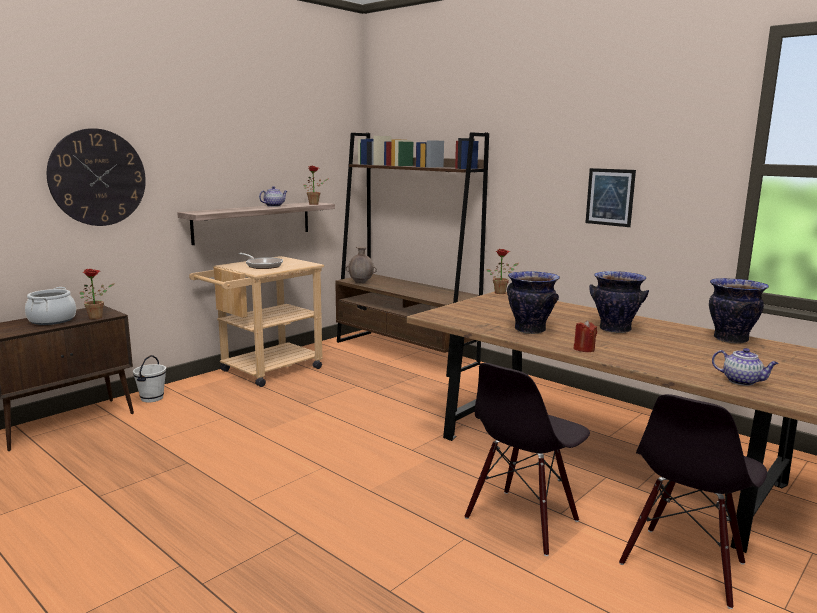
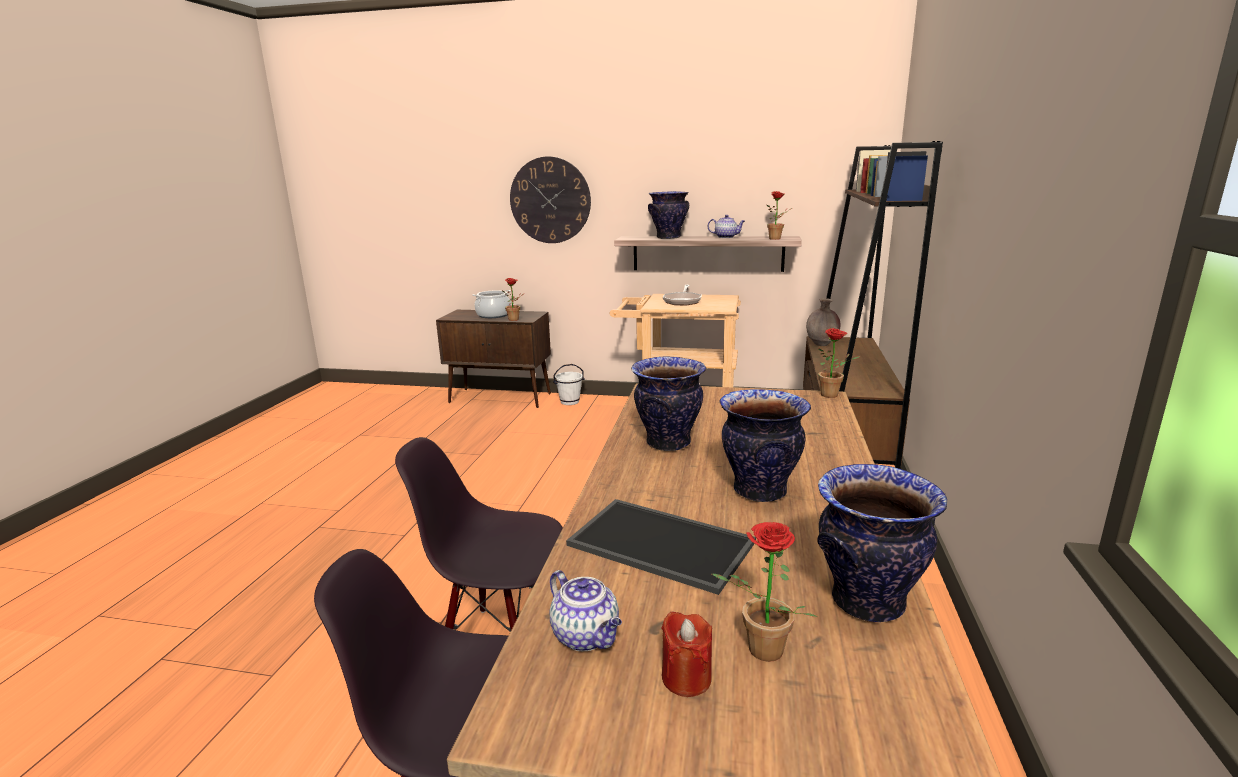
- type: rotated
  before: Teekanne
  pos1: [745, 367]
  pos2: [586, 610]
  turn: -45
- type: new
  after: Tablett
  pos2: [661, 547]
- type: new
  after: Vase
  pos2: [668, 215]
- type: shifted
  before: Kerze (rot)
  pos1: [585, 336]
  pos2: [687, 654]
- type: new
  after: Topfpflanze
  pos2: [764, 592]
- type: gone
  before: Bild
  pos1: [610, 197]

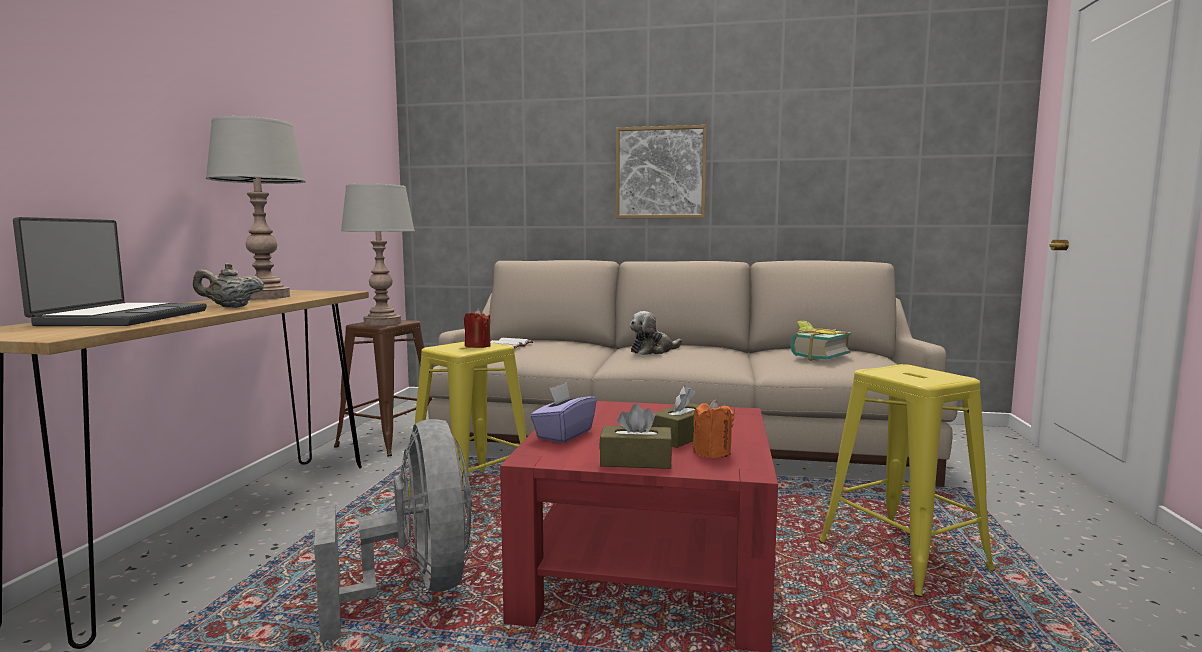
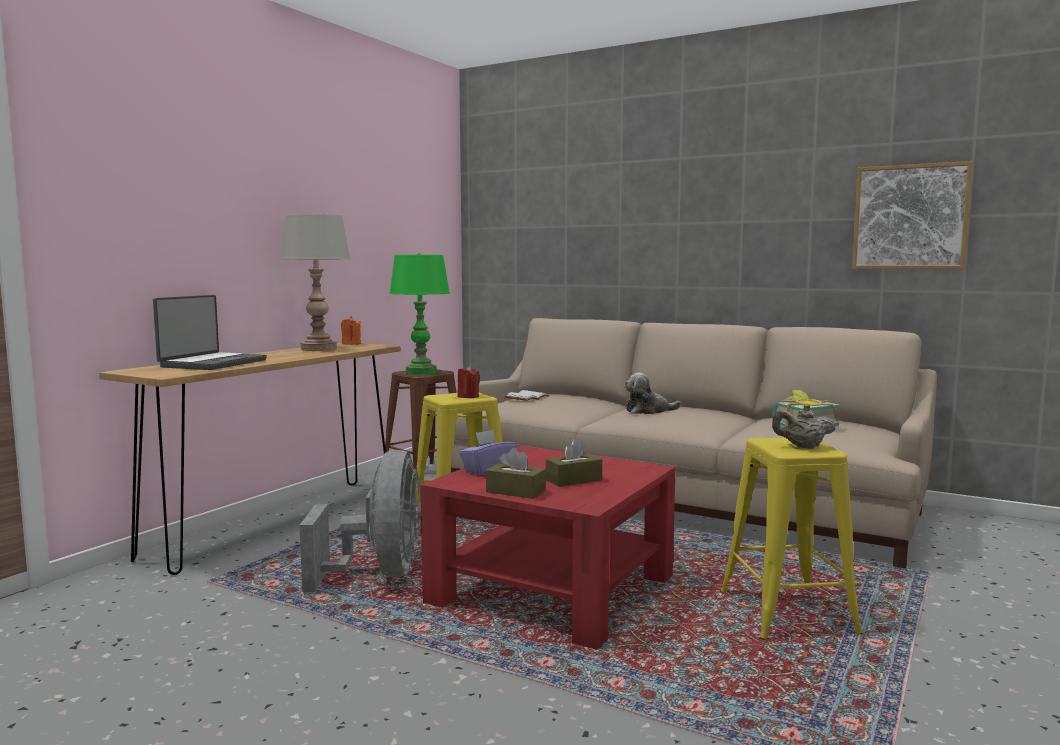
- type: shifted
  before: Kerze (orange)
  pos1: [713, 429]
  pos2: [351, 330]
- type: repainted
  before: Tischlampe (grau)
  after: Tischlampe (grün)
  pos1: [378, 255]
  pos2: [419, 313]
- type: shifted
  before: Teekanne (beige)
  pos1: [228, 285]
  pos2: [804, 426]
- type: shifted
  before: Bild
  pos1: [661, 171]
  pos2: [912, 215]

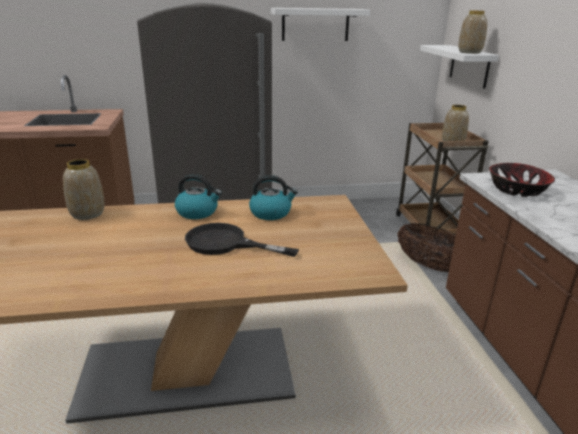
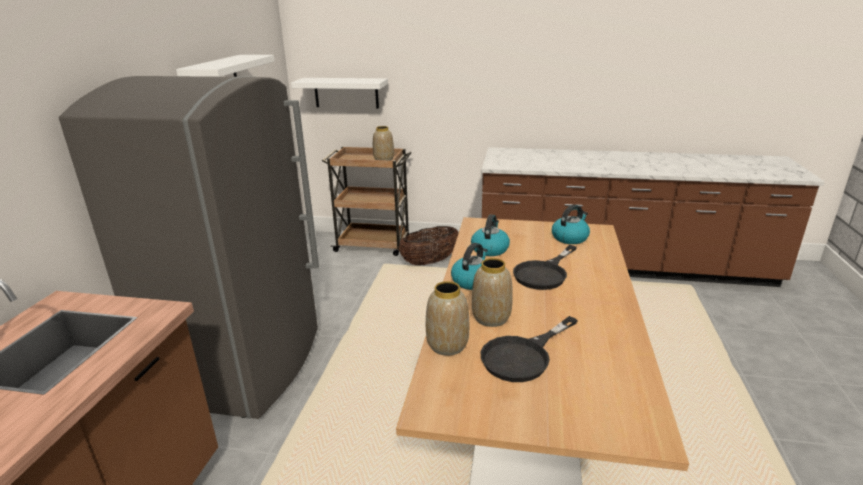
- type: shifted
  before: Vase
  pos1: [472, 32]
  pos2: [492, 292]
- type: new
  after: Pfanne (schwarz)
  pos2: [529, 349]
- type: new
  after: Wasserkessel
  pos2: [571, 224]
- type: gone
  before: Schüssel
  pos1: [522, 180]

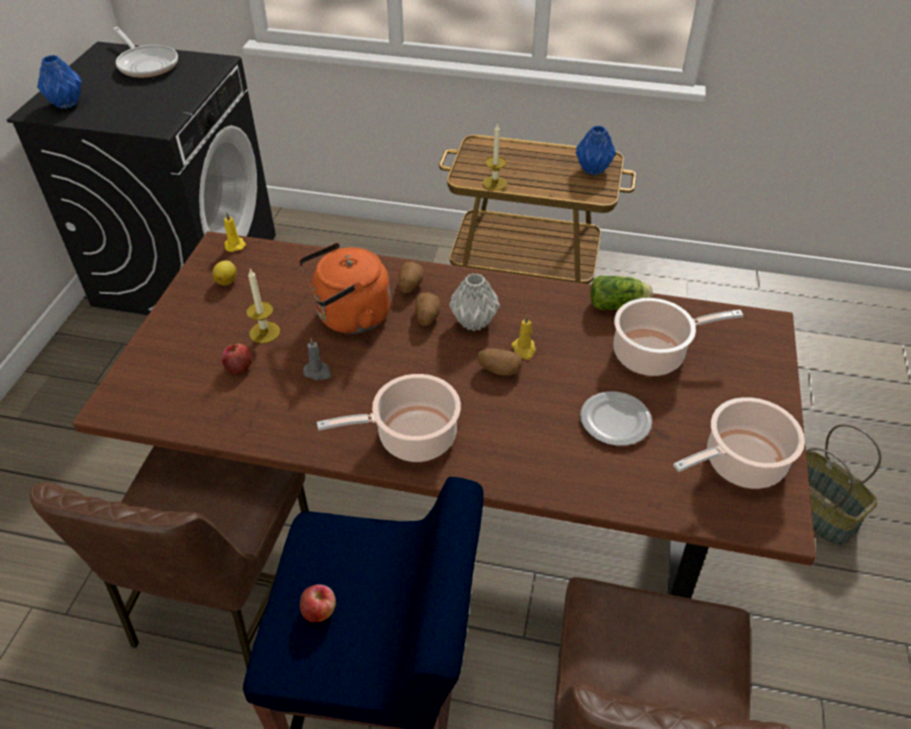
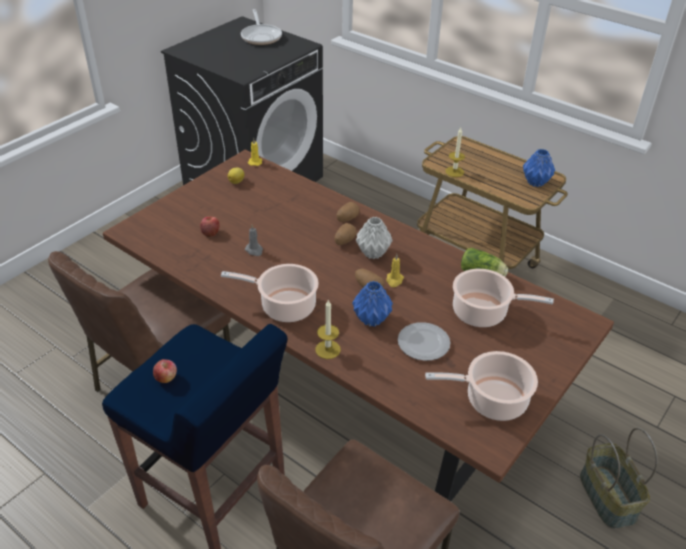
- type: shifted
  before: Kerze
  pos1: [263, 306]
  pos2: [328, 329]
- type: shifted
  before: Vase (blau)
  pos1: [59, 82]
  pos2: [372, 304]
- type: gone
  before: Wasserkessel (orange)
  pos1: [345, 288]

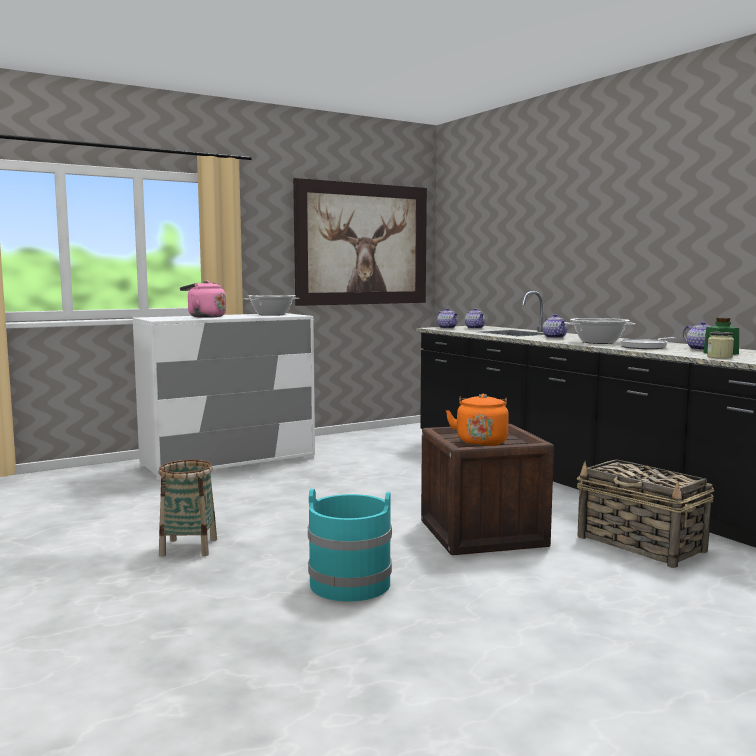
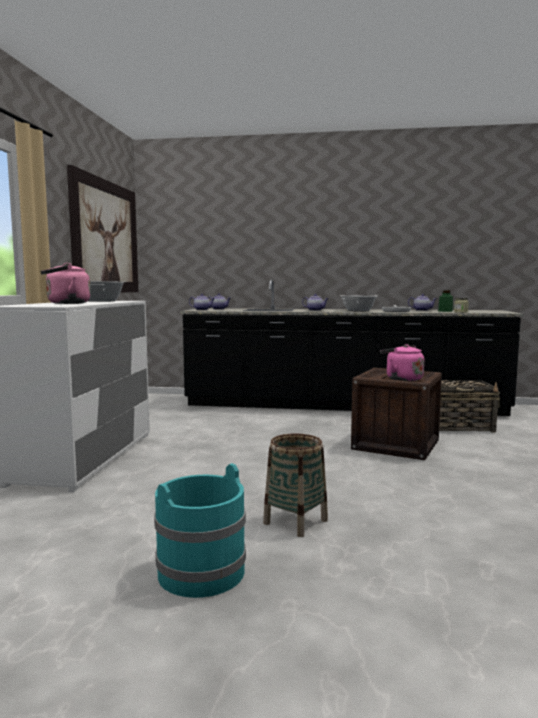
- type: shifted
  before: Eimer (türkis)
  pos1: [350, 545]
  pos2: [200, 530]
- type: repainted
  before: Wasserkessel (orange)
  after: Wasserkessel (rosa)
  pos1: [477, 420]
  pos2: [402, 362]

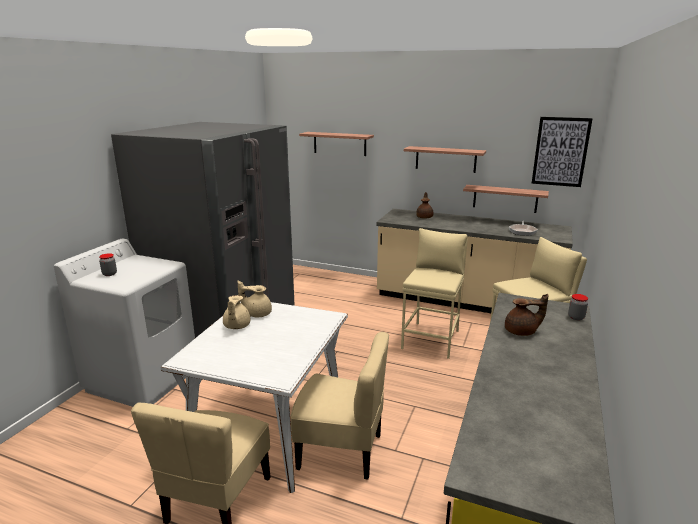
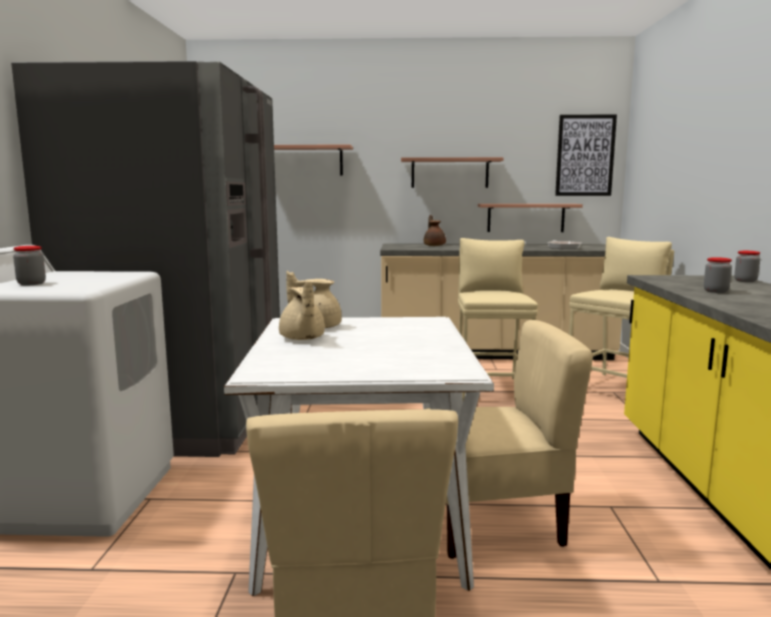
- type: swapped
  before: Teekanne (braun)
  after: Vorratsglas
  pos1: [527, 315]
  pos2: [718, 275]

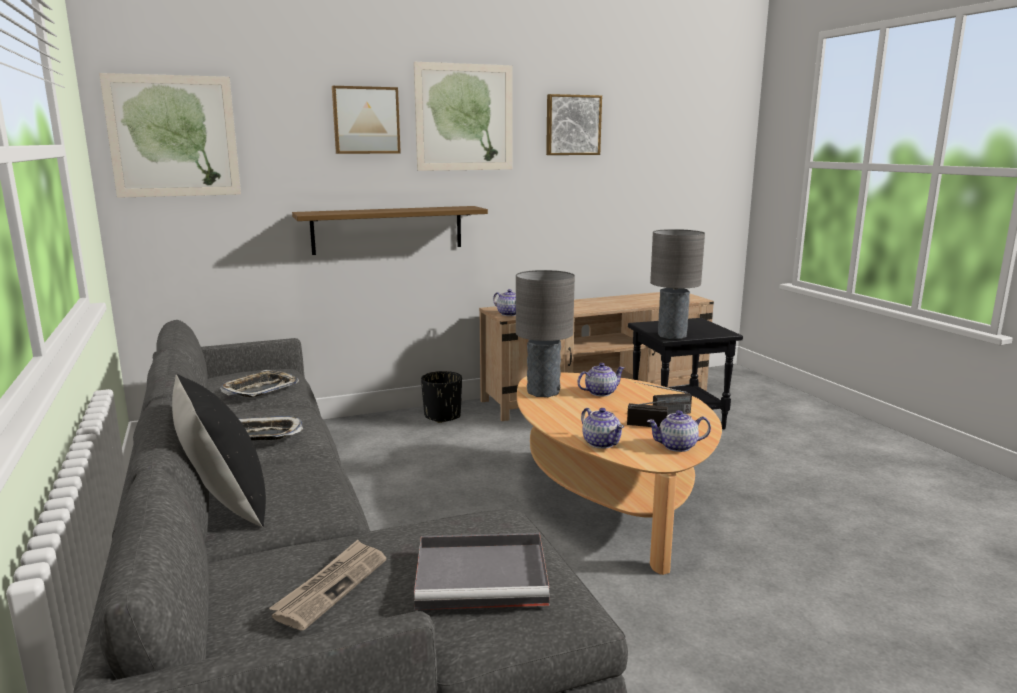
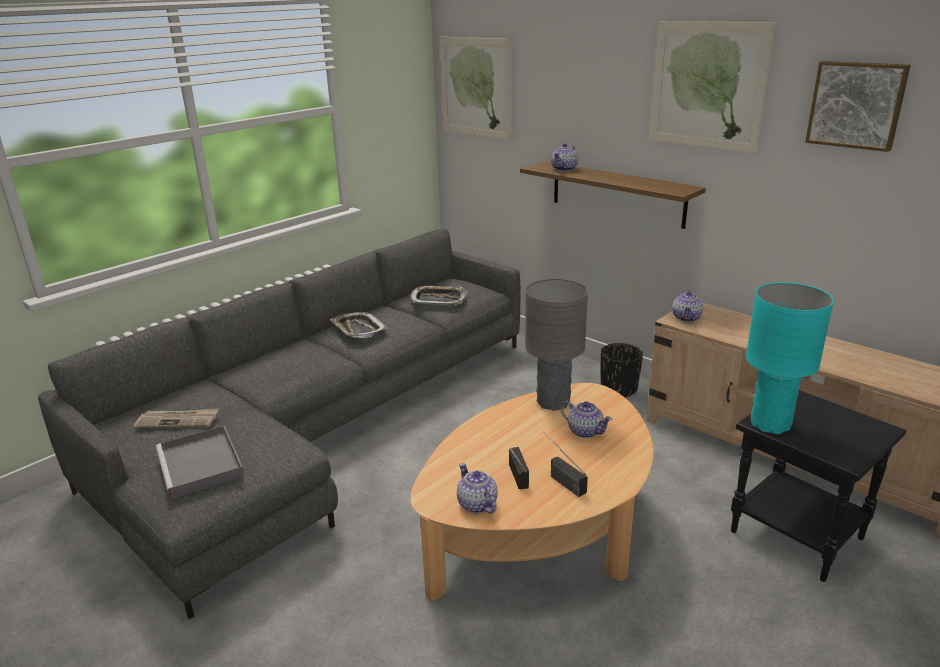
- type: shifted
  before: Teekanne
  pos1: [602, 428]
  pos2: [564, 157]
- type: repainted
  before: Tischlampe (grau)
  after: Tischlampe (türkis)
  pos1: [677, 284]
  pos2: [790, 358]
- type: gone
  before: Kissen (schwarz)
  pos1: [219, 450]
- type: gone
  before: Bild
  pos1: [366, 120]

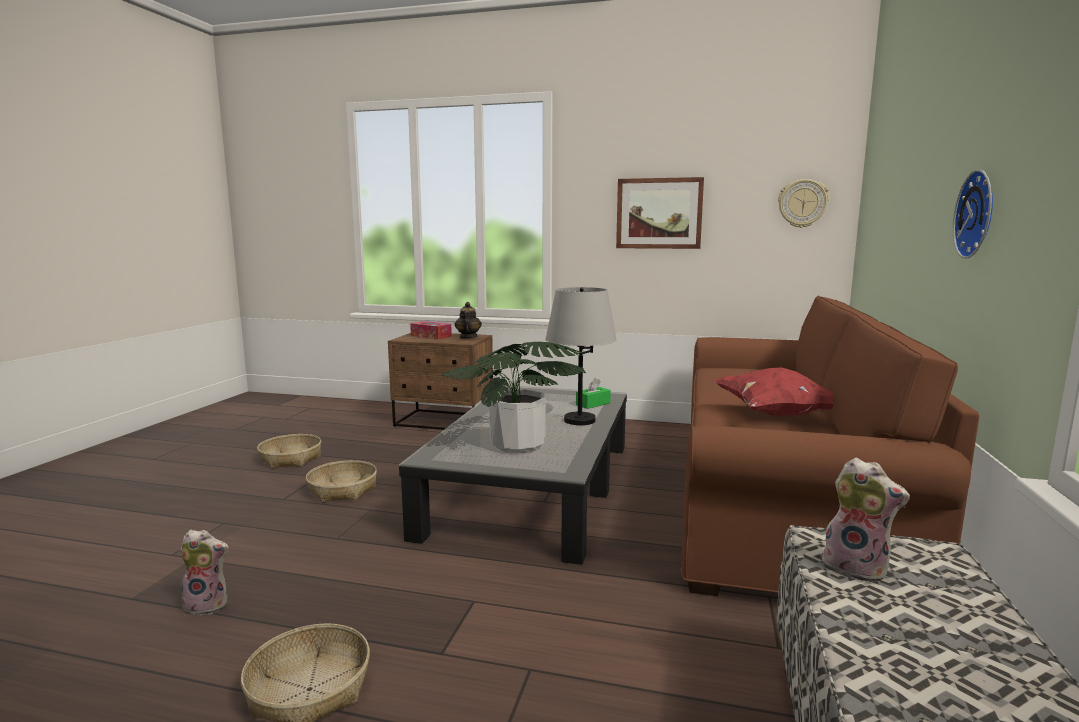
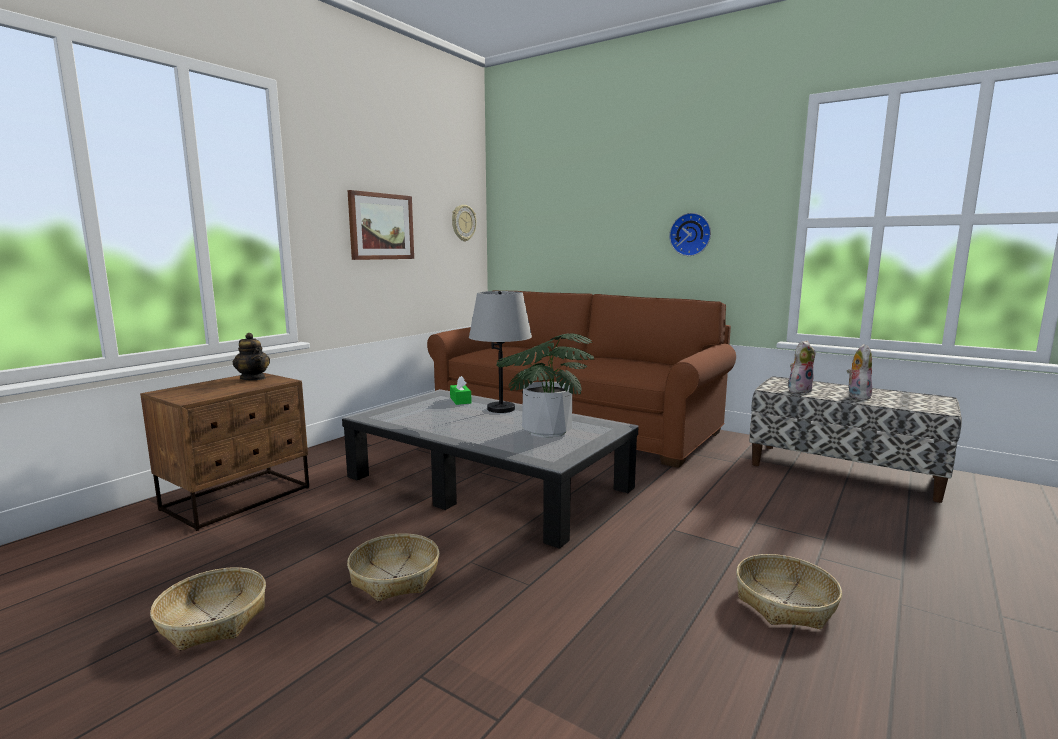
- type: rotated
  before: Teekanne
  pos1: [468, 320]
  pos2: [251, 356]
  turn: -150
- type: shifted
  before: Plüschtier
  pos1: [204, 573]
  pos2: [859, 372]
- type: gone
  before: Taschentuchbox
  pos1: [431, 330]
- type: gone
  before: Kissen (rot)
  pos1: [774, 391]

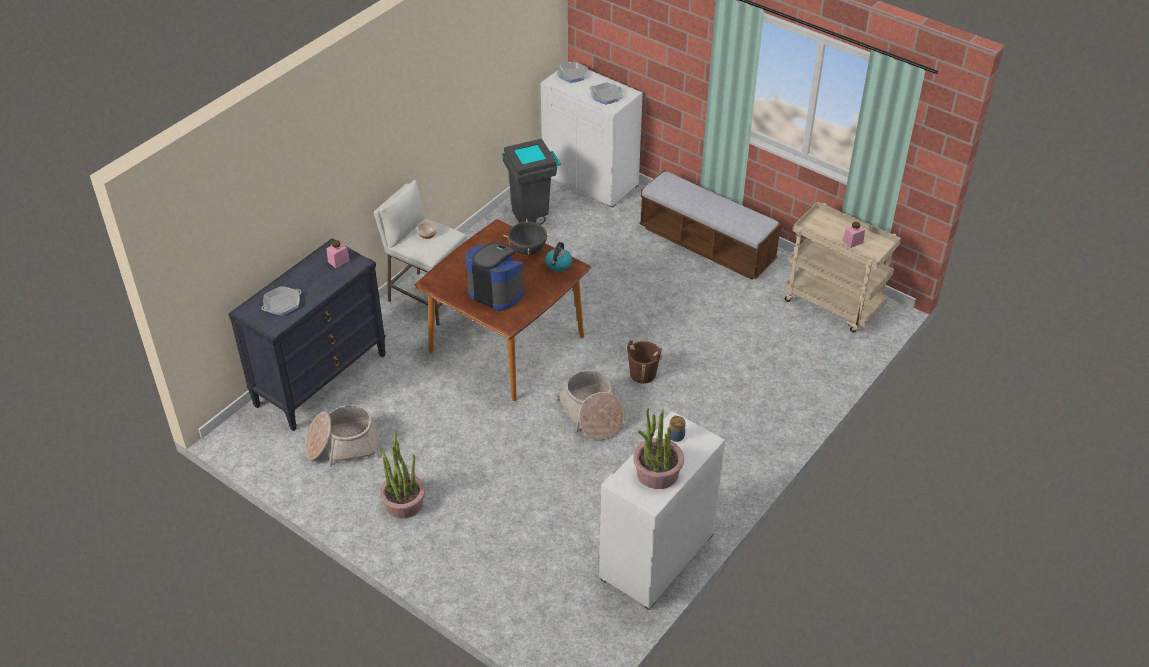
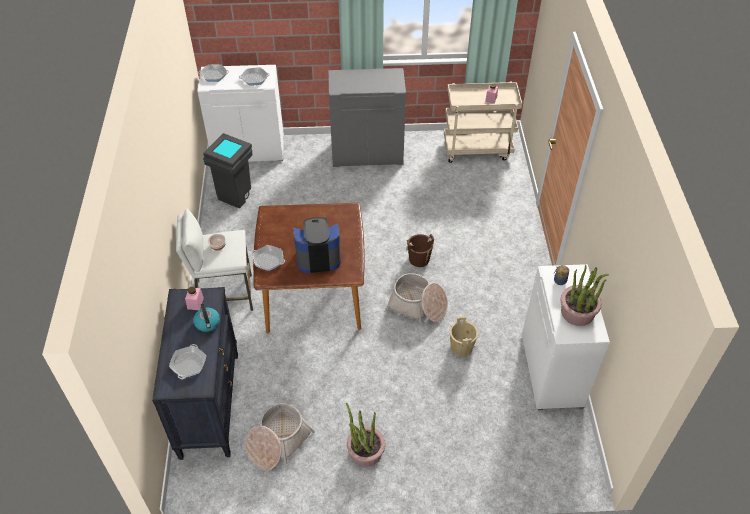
- type: shifted
  before: Wasserkessel
  pos1: [558, 257]
  pos2: [206, 318]
- type: new
  after: Pfanne
  pos2: [268, 258]
- type: swapped
  before: Bank
  after: Schrank (grau)
  pos1: [710, 225]
  pos2: [367, 117]
- type: new
  after: Eimer (beige)
  pos2: [464, 336]
- type: gone
  before: Kochtopf (schwarz)
  pos1: [528, 237]

